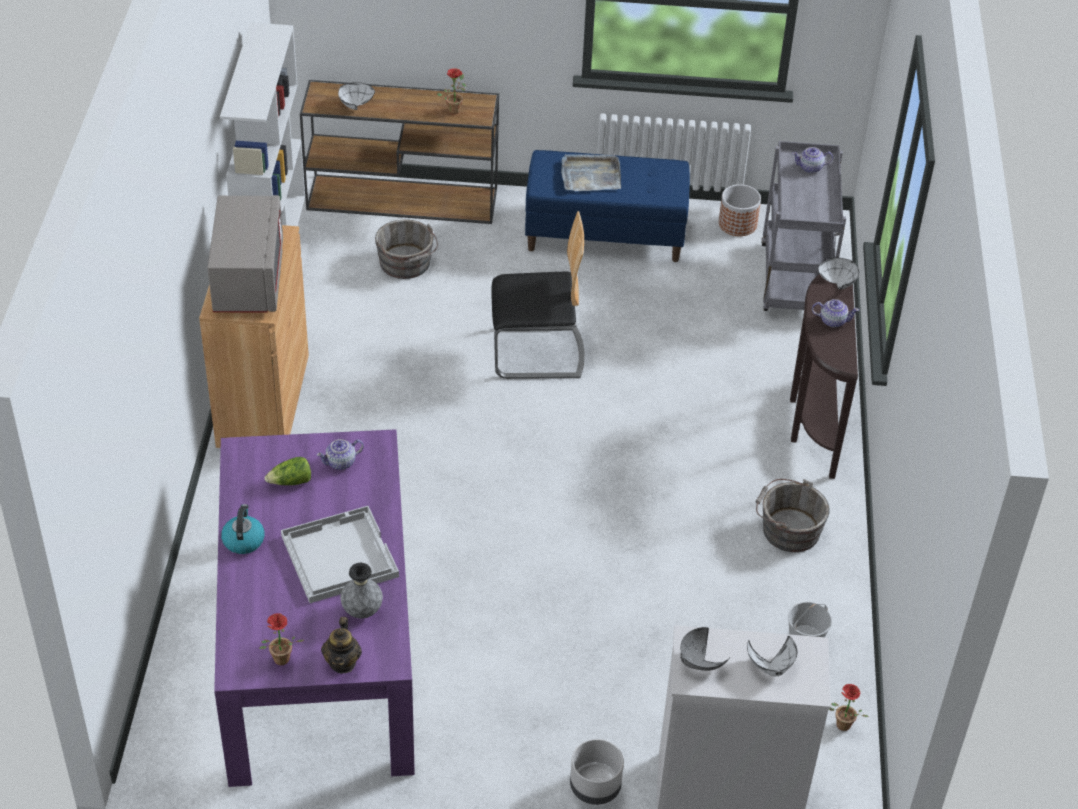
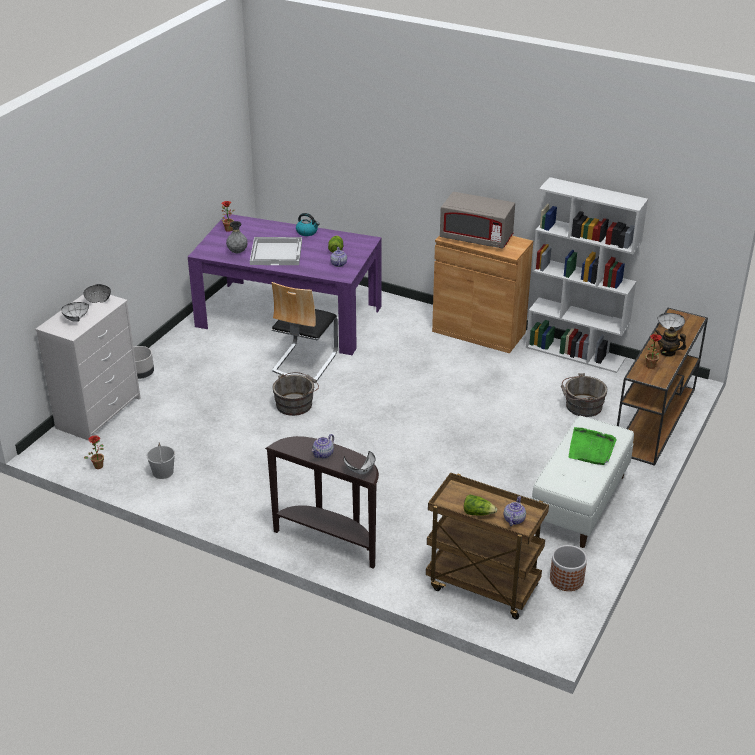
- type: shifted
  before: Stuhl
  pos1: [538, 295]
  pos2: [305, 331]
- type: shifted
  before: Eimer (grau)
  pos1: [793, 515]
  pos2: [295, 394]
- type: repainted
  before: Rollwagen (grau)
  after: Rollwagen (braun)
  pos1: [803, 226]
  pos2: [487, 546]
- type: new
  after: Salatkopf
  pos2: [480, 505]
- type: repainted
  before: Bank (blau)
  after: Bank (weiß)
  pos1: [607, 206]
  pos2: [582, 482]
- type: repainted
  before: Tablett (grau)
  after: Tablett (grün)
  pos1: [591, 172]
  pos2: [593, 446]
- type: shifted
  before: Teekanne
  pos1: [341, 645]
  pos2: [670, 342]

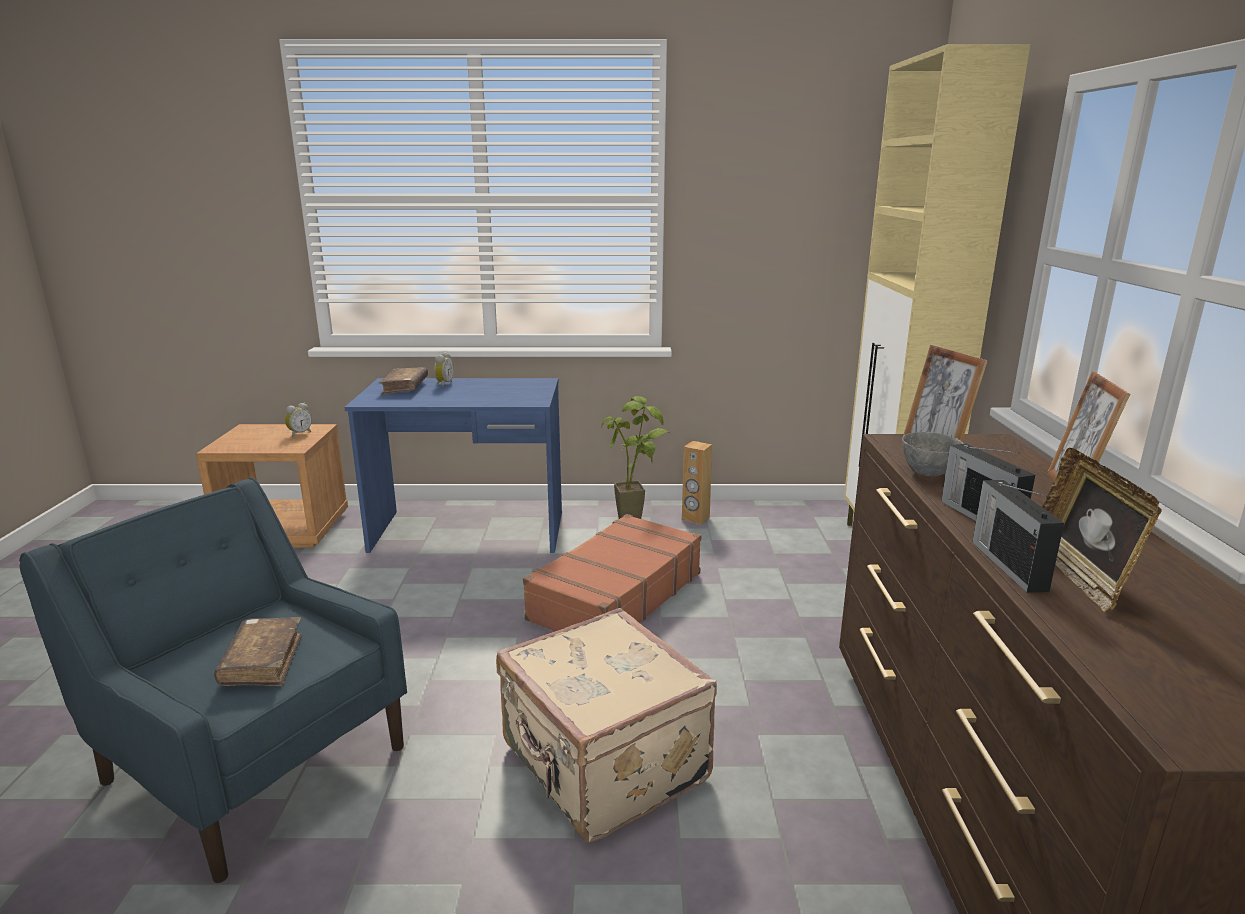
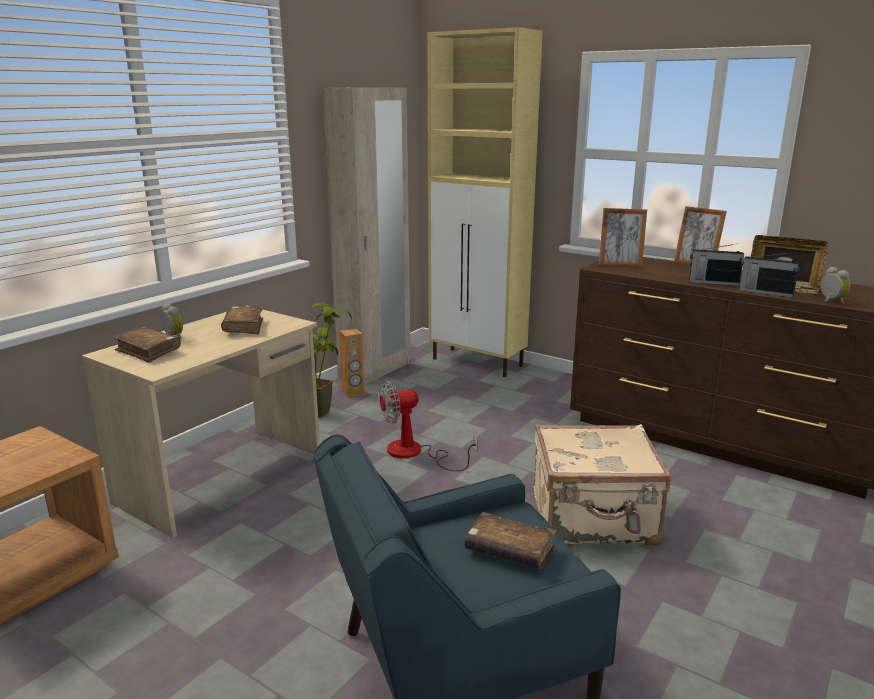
- type: repainted
  before: Schreibtisch (blau)
  after: Schreibtisch (beige)
  pos1: [453, 465]
  pos2: [201, 422]
- type: new
  after: Buch (braun)
  pos2: [242, 320]
- type: new
  after: Kleiderschrank (beige)
  pos2: [366, 236]
- type: swapped
  before: Koffer (braun)
  after: Ventilator
  pos1: [612, 572]
  pos2: [428, 426]
- type: shifted
  before: Wecker
  pos1: [298, 420]
  pos2: [835, 285]
- type: gone
  before: Schüssel (grau)
  pos1: [933, 454]

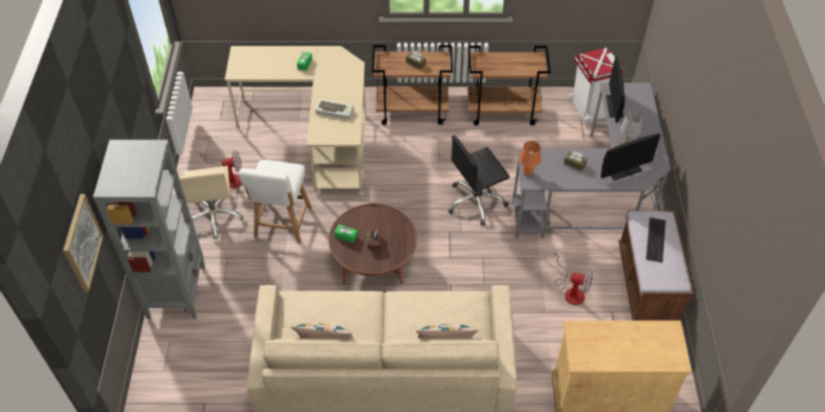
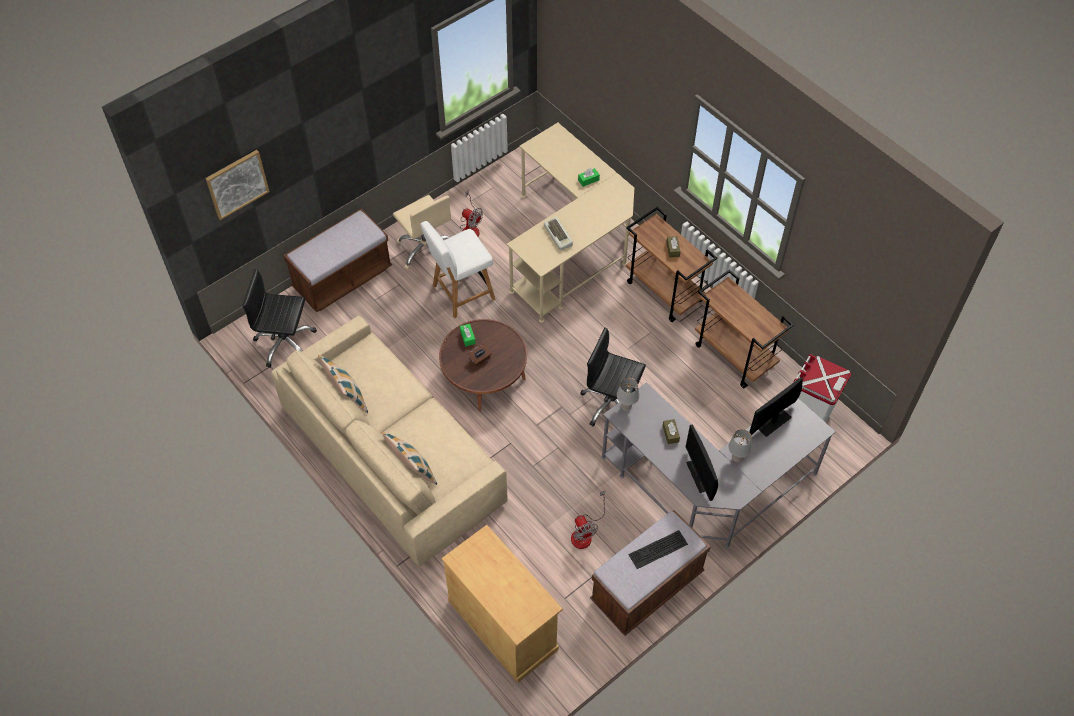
- type: new
  after: Bürostuhl (schwarz)
  pos2: [279, 318]
- type: swapped
  before: Bücherregal (grau)
  after: Bank (braun)
  pos1: [149, 229]
  pos2: [337, 261]
- type: rotated
  before: Bürostuhl (beige)
  pos1: [213, 204]
  pos2: [422, 232]
  turn: -75
- type: repainted
  before: Tischlampe (orange)
  after: Tischlampe (grau)
  pos1: [530, 158]
  pos2: [628, 394]
- type: rotated
  before: Monitor
  pos1: [631, 157]
  pos2: [702, 463]
  turn: 45

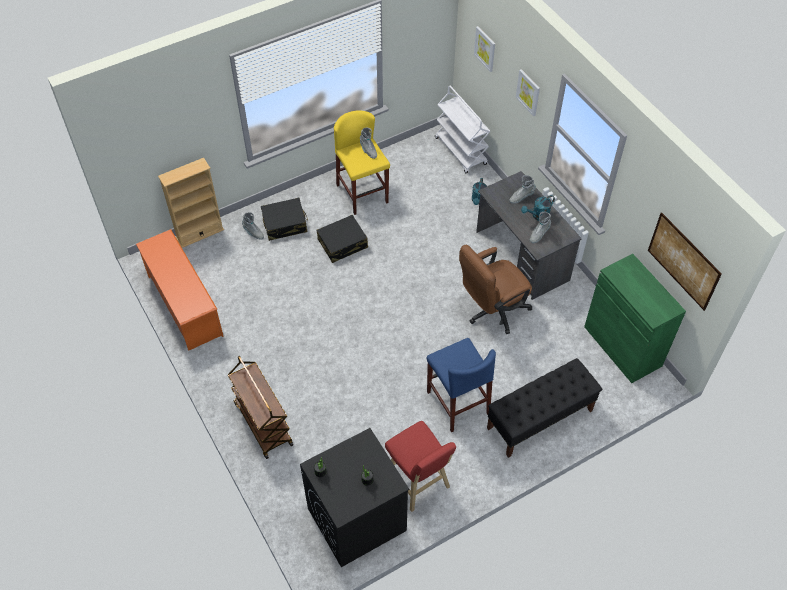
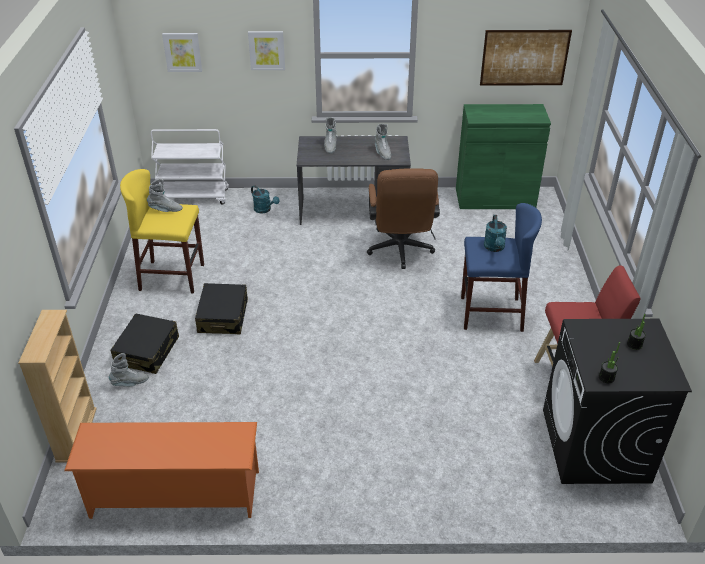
- type: shifted
  before: Gießkanne (türkis)
  pos1: [538, 208]
  pos2: [495, 233]
- type: gone
  before: Rollwagen (braun)
  pos1: [260, 407]
- type: gone
  before: Bank (schwarz)
  pos1: [544, 408]

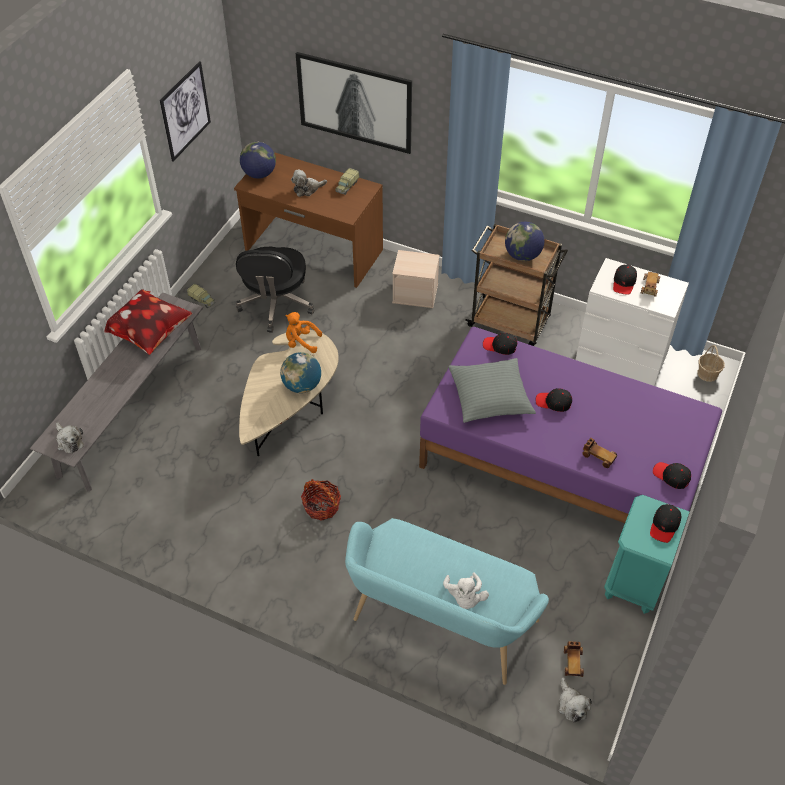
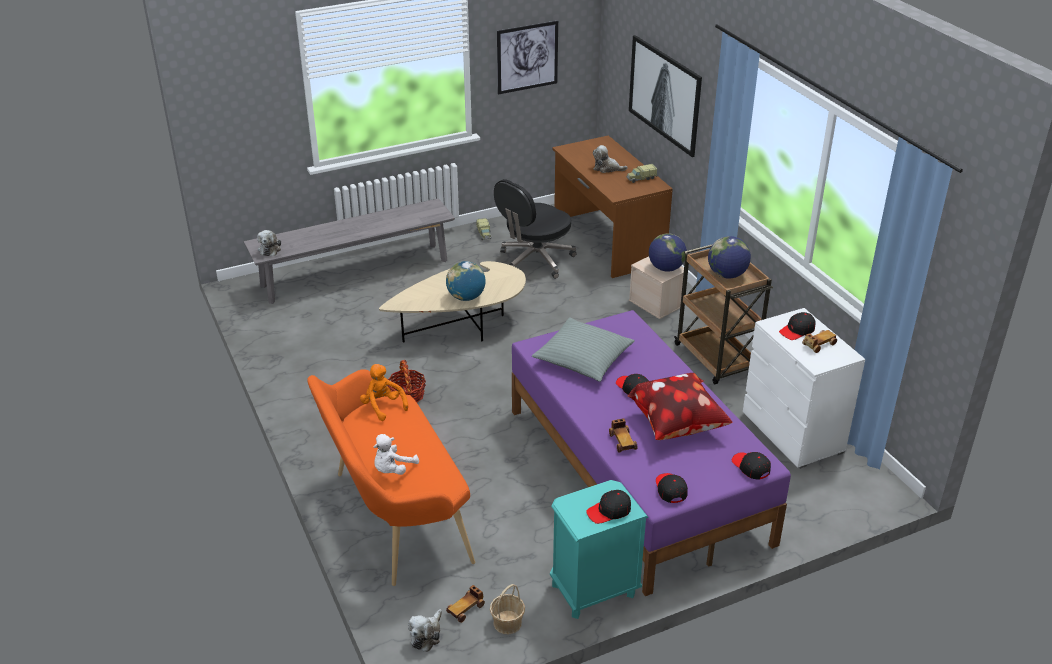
- type: repainted
  before: Bank (türkis)
  after: Bank (orange)
  pos1: [447, 601]
  pos2: [391, 477]
- type: shifted
  before: Plüschtier (orange)
  pos1: [303, 332]
  pos2: [384, 392]
- type: shifted
  before: Korb
  pos1: [711, 363]
  pos2: [507, 609]
- type: shifted
  before: Kissen
  pos1: [148, 322]
  pos2: [680, 406]
- type: shifted
  before: Globus
  pos1: [258, 160]
  pos2: [668, 252]
- type: shifted
  before: Kappe (schwarz)
  pos1: [500, 344]
  pos2: [751, 465]

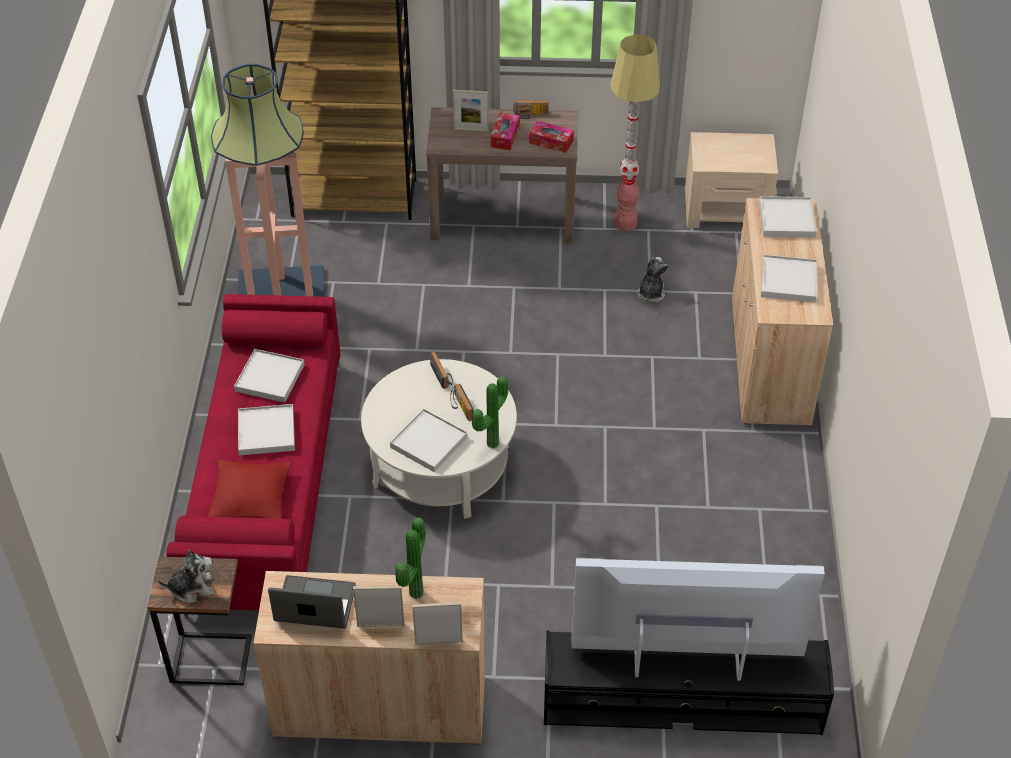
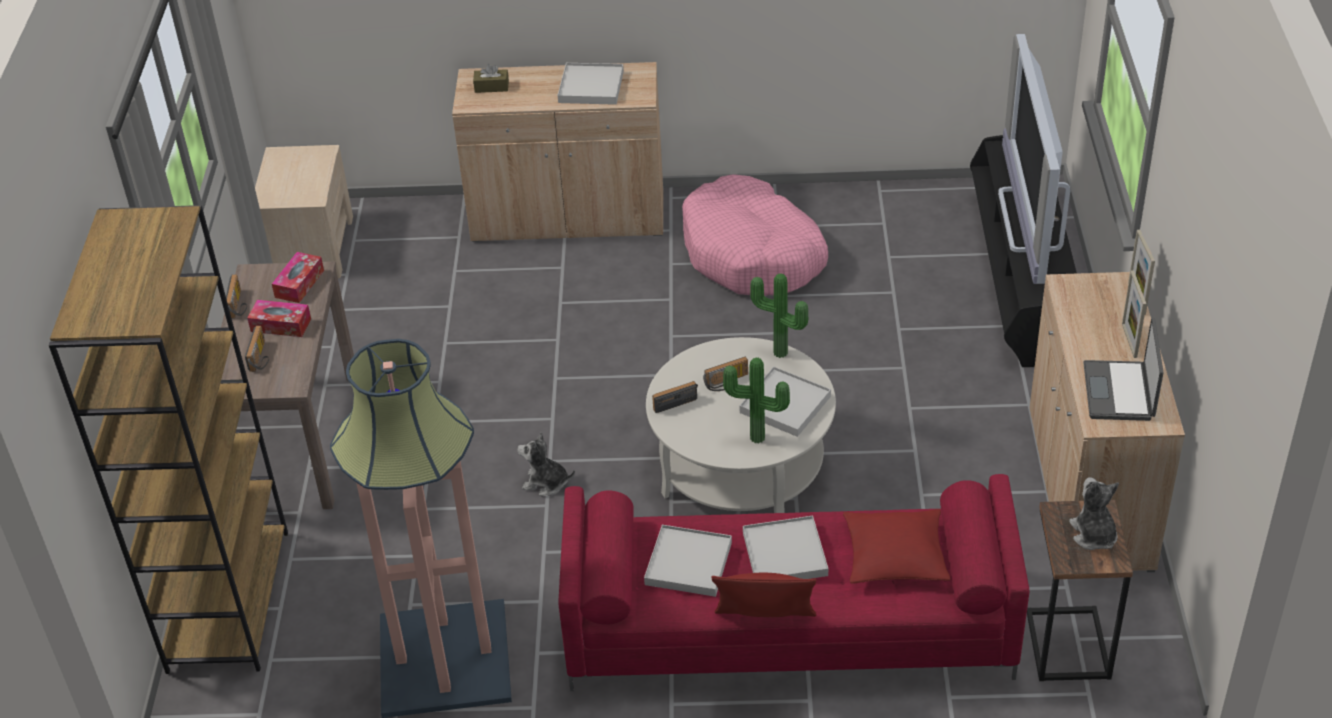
- type: swapped
  before: Bilderrahmen
  after: Radio
  pos1: [471, 111]
  pos2: [257, 349]
- type: swapped
  before: Tablett (weiß)
  after: Taschentuchbox (braun)
  pos1: [788, 217]
  pos2: [491, 78]
- type: shifted
  before: Plüschtier
  pos1: [653, 279]
  pos2: [546, 464]
- type: new
  after: Hundebett (rosa)
  pos2: [755, 235]
- type: new
  after: Kissen (rot)
  pos2: [763, 595]
- type: shifted
  before: Topfpflanze
  pos1: [410, 558]
  pos2: [756, 400]
- type: gone
  before: Stehlampe
  pos1: [635, 133]

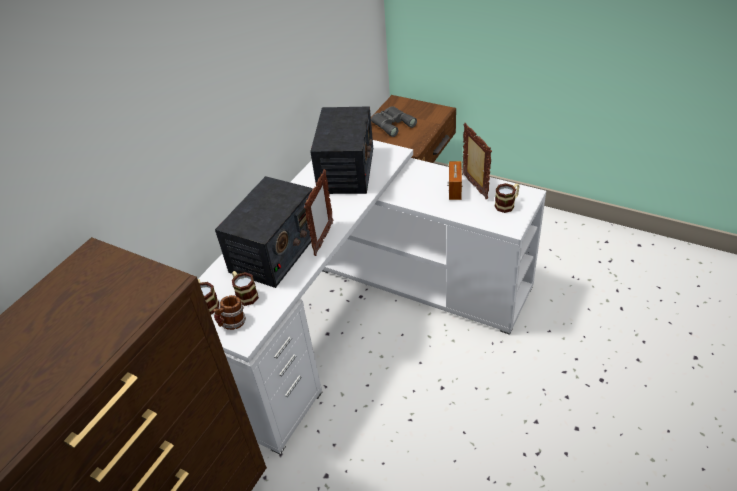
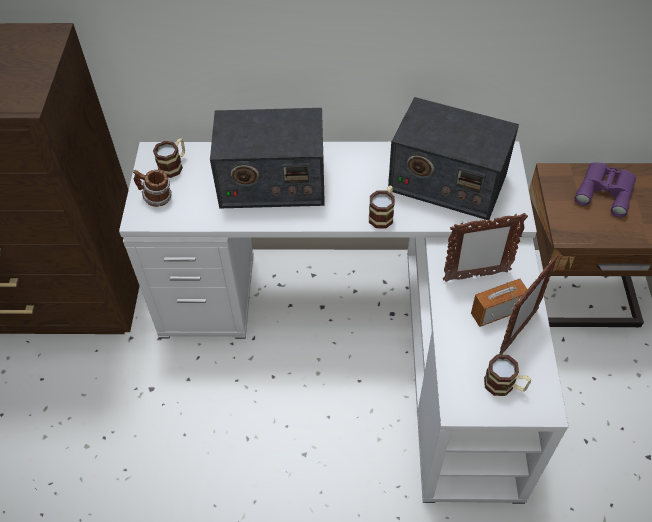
- type: shifted
  before: Henkelbecher
  pos1: [245, 288]
  pos2: [382, 207]
- type: rotated
  before: Radio
  pos1: [341, 150]
  pos2: [453, 158]
  turn: 45
- type: shifted
  before: Bilderrahmen
  pos1: [318, 212]
  pos2: [485, 247]
- type: repainted
  before: Fernglas (grau)
  after: Fernglas (lila)
  pos1: [394, 121]
  pos2: [605, 189]

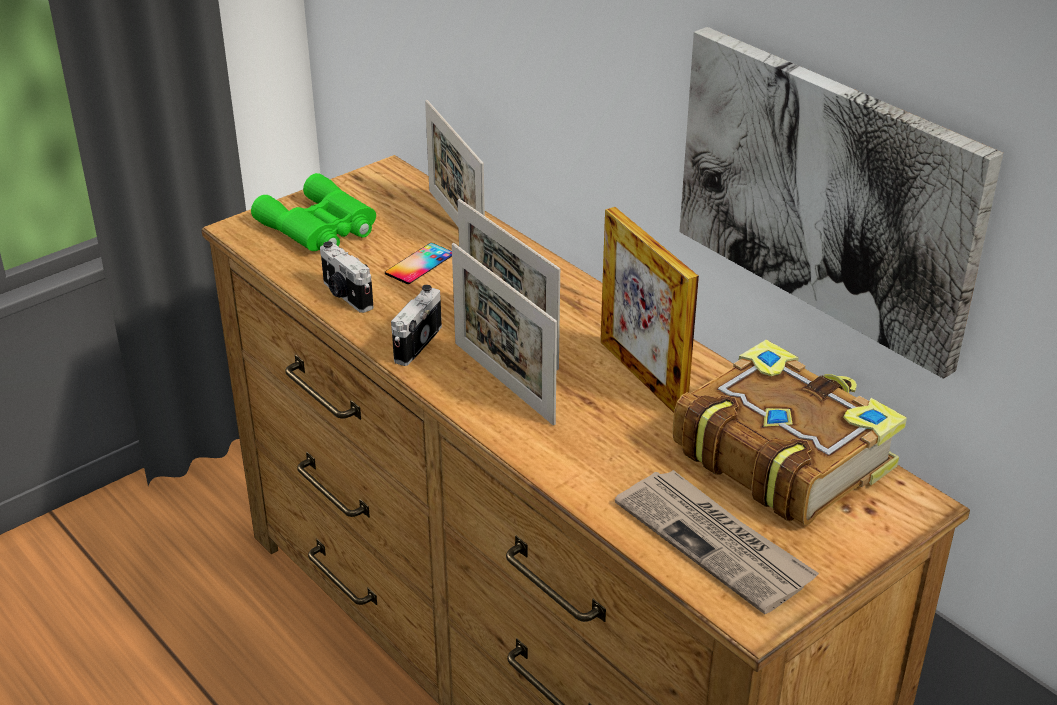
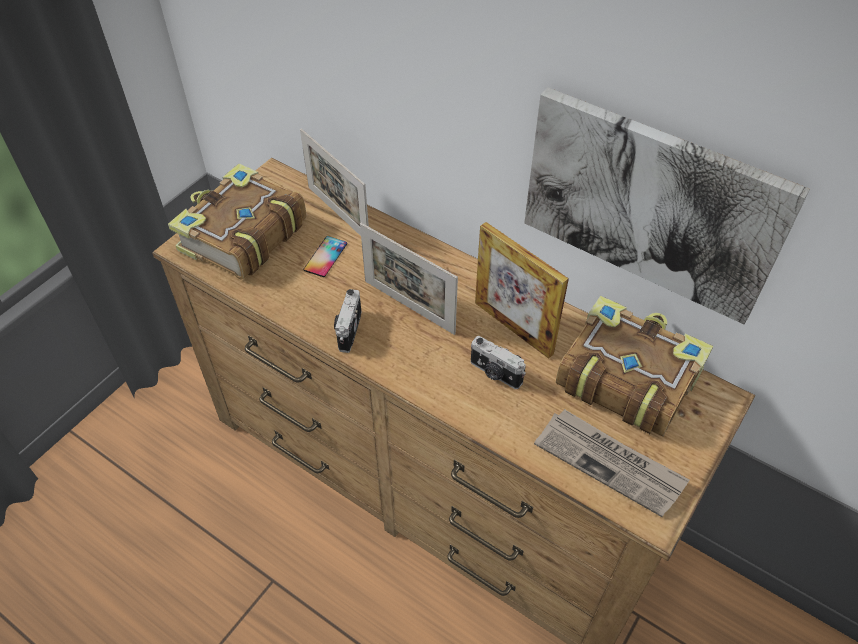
- type: swapped
  before: Fernglas (grün)
  after: Buch
  pos1: [313, 212]
  pos2: [237, 221]
- type: shifted
  before: Kamera
  pos1: [347, 277]
  pos2: [498, 362]
- type: gone
  before: Bilderrahmen
  pos1: [504, 334]

